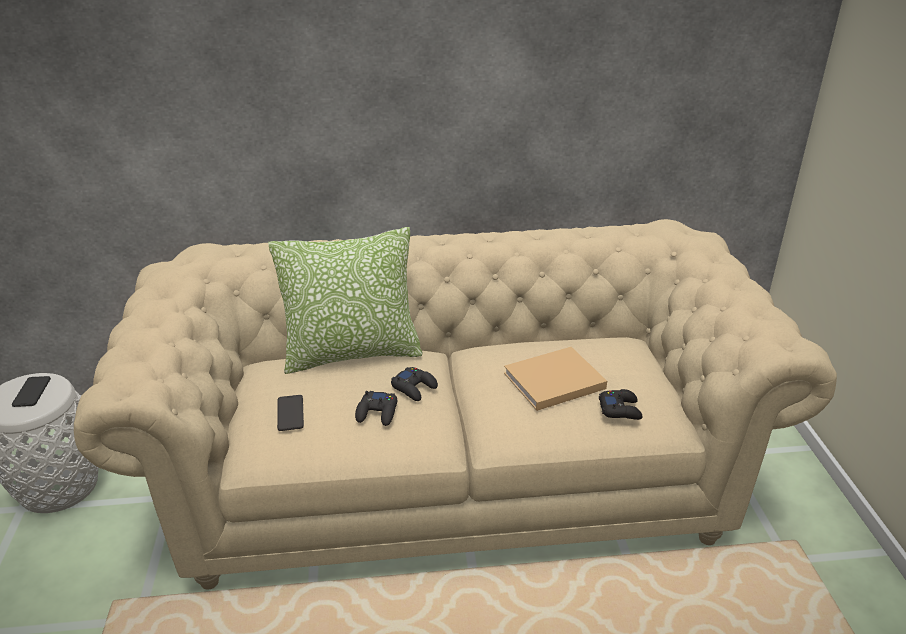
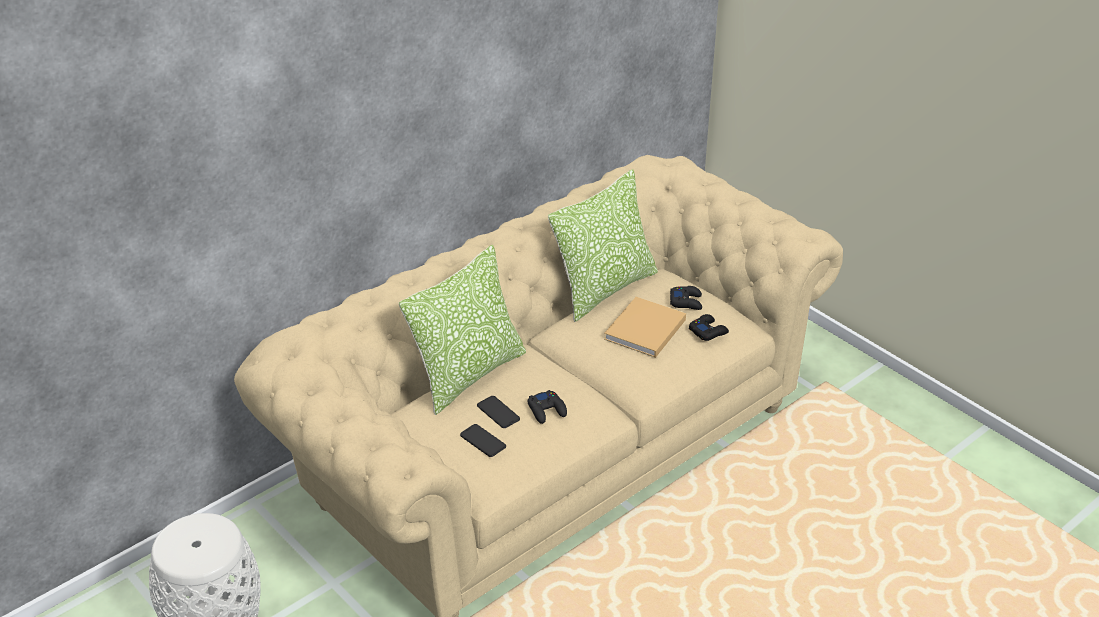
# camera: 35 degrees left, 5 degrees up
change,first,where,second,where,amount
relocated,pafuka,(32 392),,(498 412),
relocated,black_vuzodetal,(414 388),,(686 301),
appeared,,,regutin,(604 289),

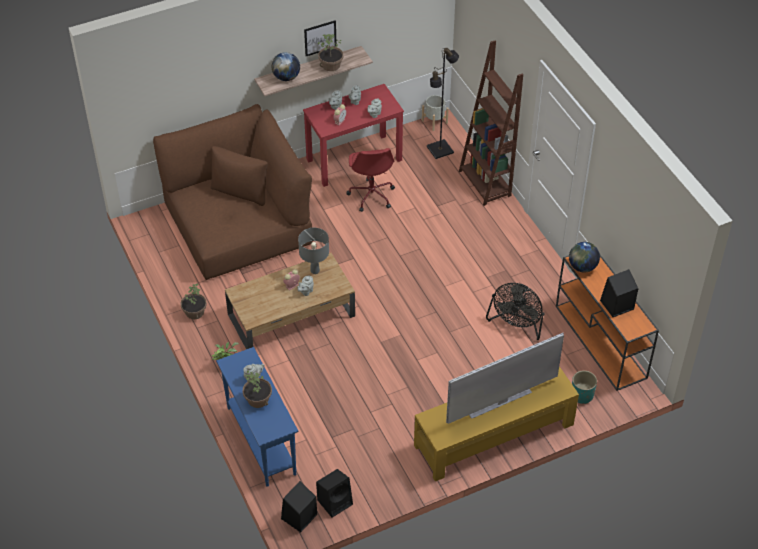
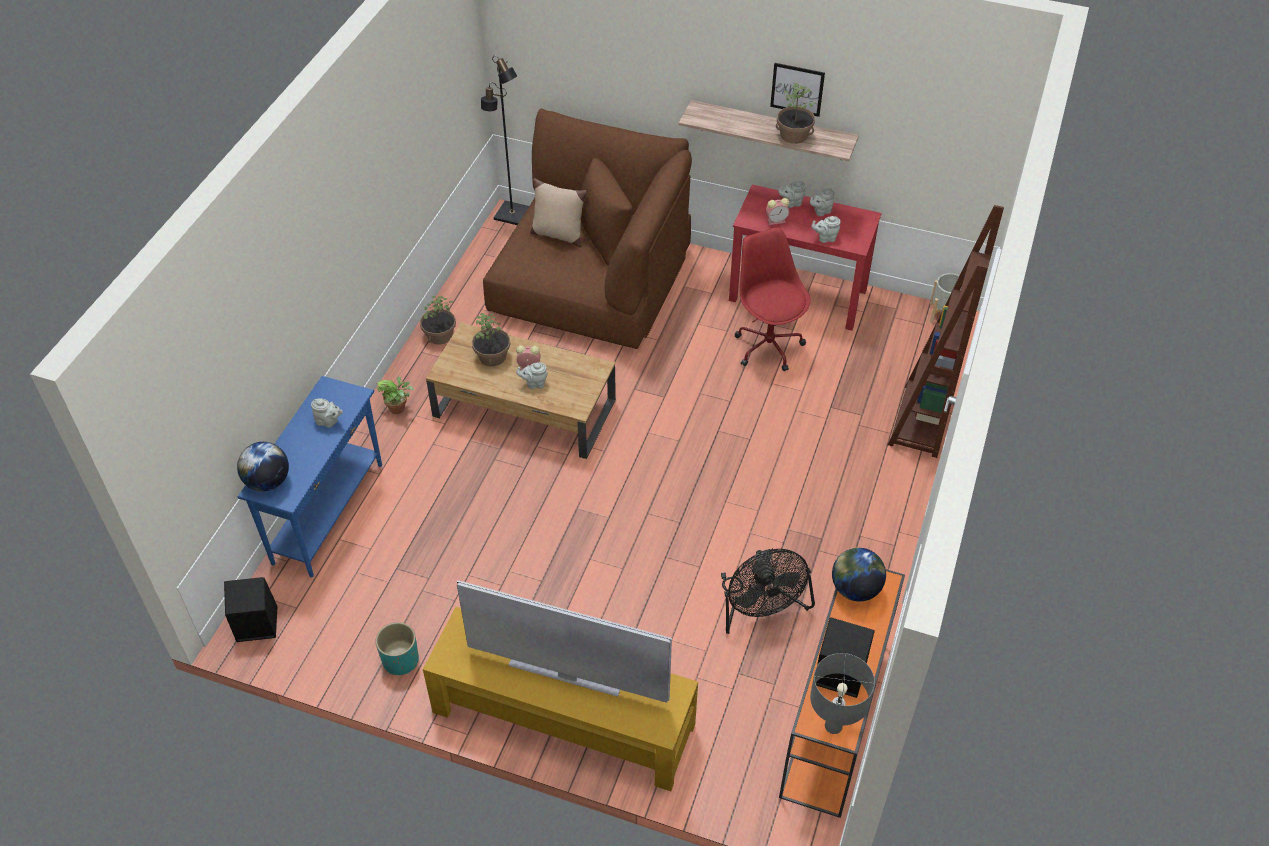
# camera: 45 degrees right, 0 degrees up
change,first,where,second,where,amount
relocated,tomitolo,(258 399),,(493 356),
relocated,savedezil,(286 77),,(268 482),
relocated,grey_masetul,(315 271),,(833 726),
missing,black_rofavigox,(335 501),,,
spun,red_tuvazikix,(372 197),,(767 346),120 degrees clockwise
relocated,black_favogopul,(440 149),,(512 214),
spun,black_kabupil,(515 321),,(757 607),90 degrees counterclockwise
relocated,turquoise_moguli,(582 395),,(400 660),
appeared,,,beige_regutin,(558 234),

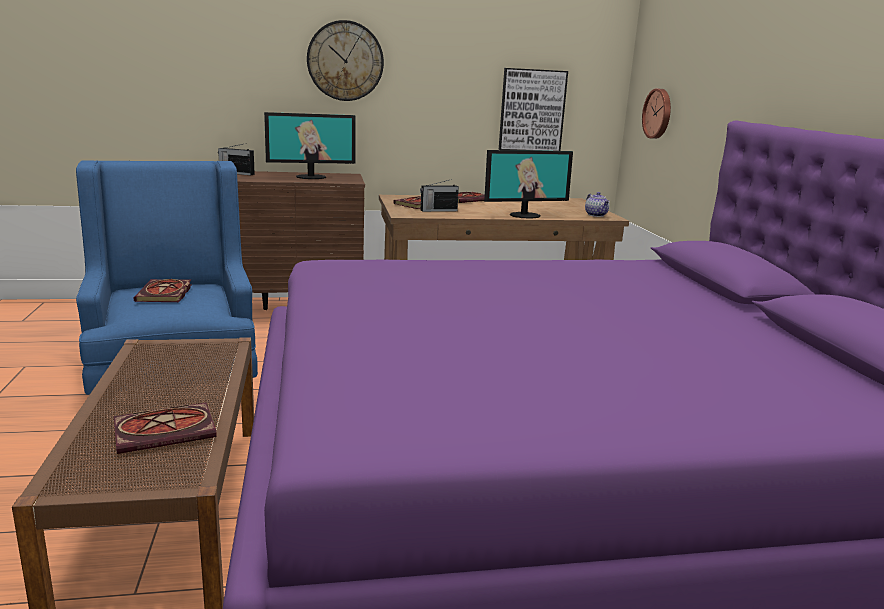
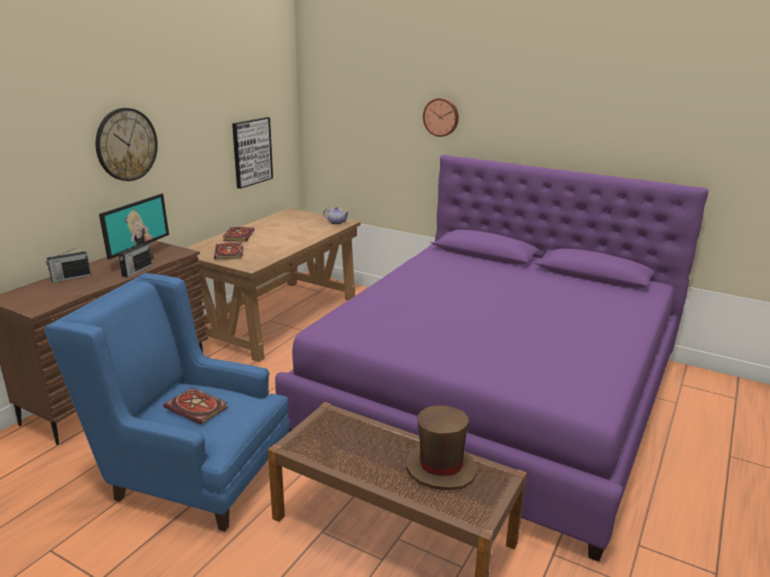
# camera: 50 degrees left, 5 degrees up
change,first,where,second,where,amount
exchanged,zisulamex,(167 430),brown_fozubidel,(440 468),
relocated,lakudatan,(438 210),,(136 271),
missing,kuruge,(524 215),,,
relocated,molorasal,(658 113),,(441 117),

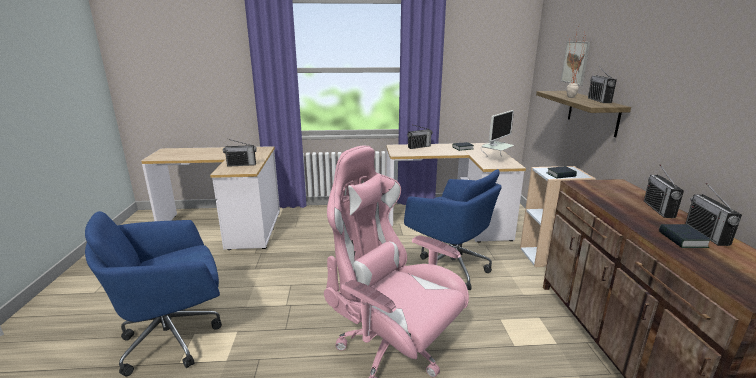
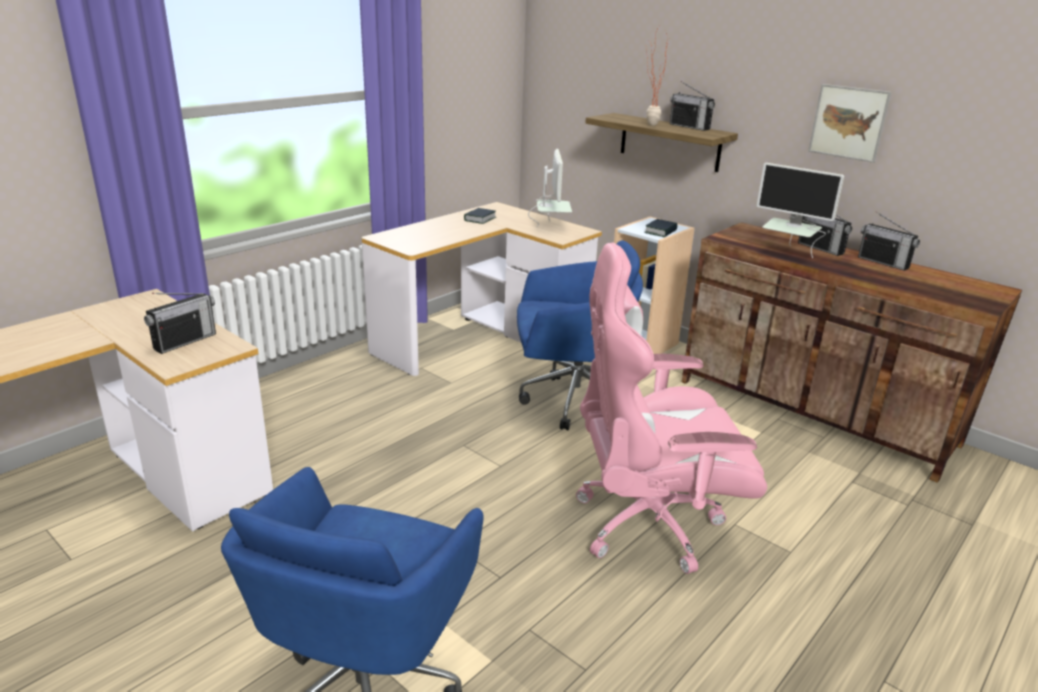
# camera: 45 degrees left, 5 degrees up
change,first,where,second,where,amount
missing,lakudatan,(419 147),,,
relocated,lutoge,(575 62),,(848 122),
missing,zisulamex,(682 240),,,
appeared,,,kuruge,(787 253),

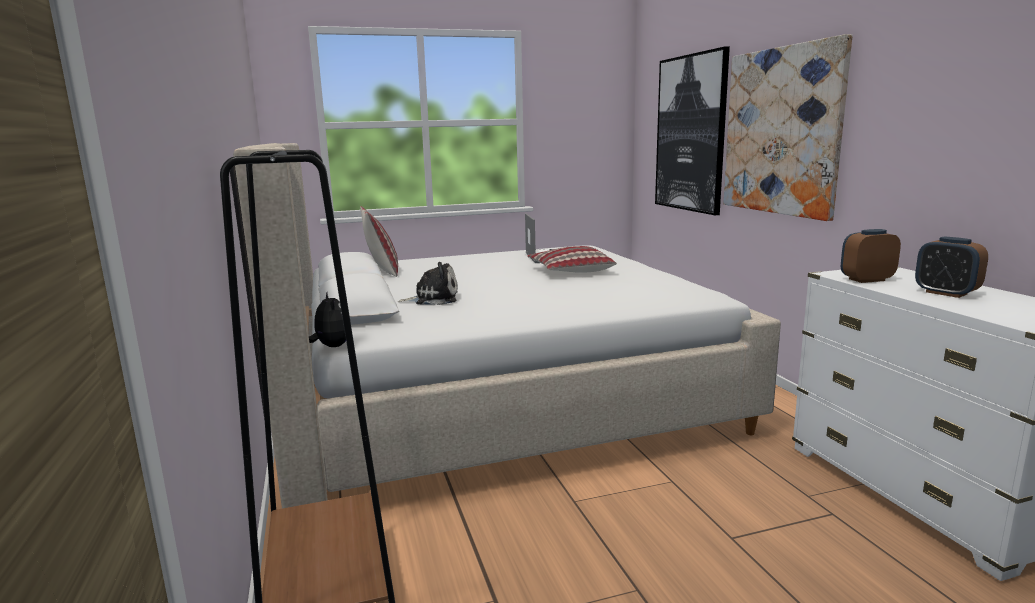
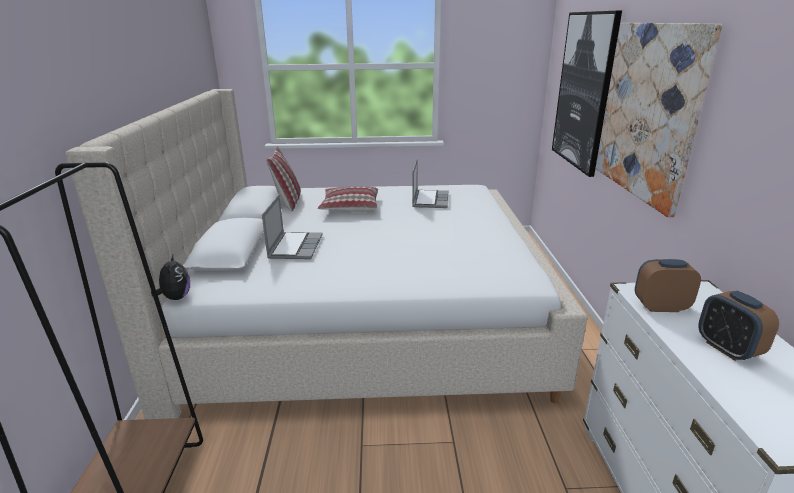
# camera: 15 degrees right, 10 degrees up
change,first,where,second,where,amount
exchanged,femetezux,(433 299),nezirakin,(295 246),
relocated,regutin,(570 271),,(350 207),

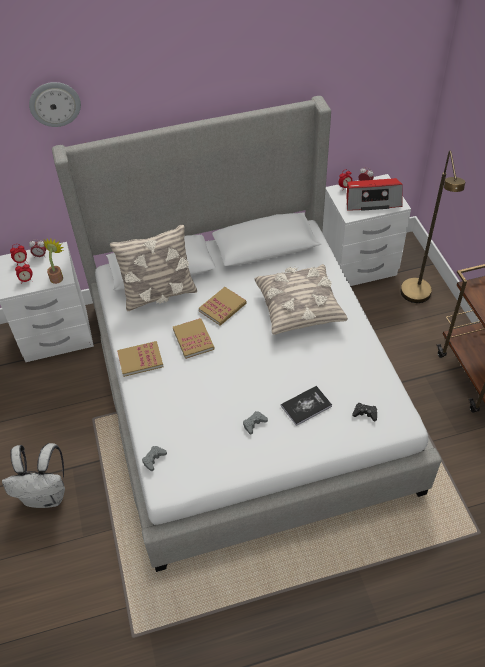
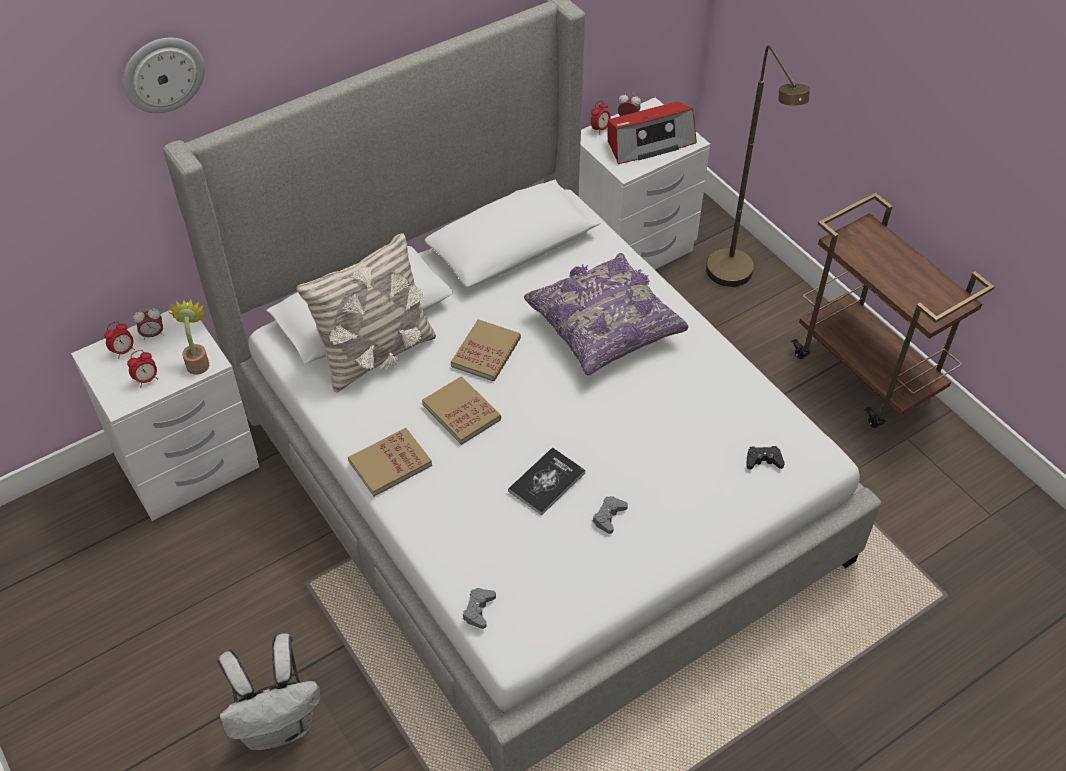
# camera: 20 degrees left, 0 degrees up
change,first,where,second,where,amount
colour,beige_regutin,(299 309),purple_regutin,(603 329),
relocated,zisulamex,(306 406),,(546 482),

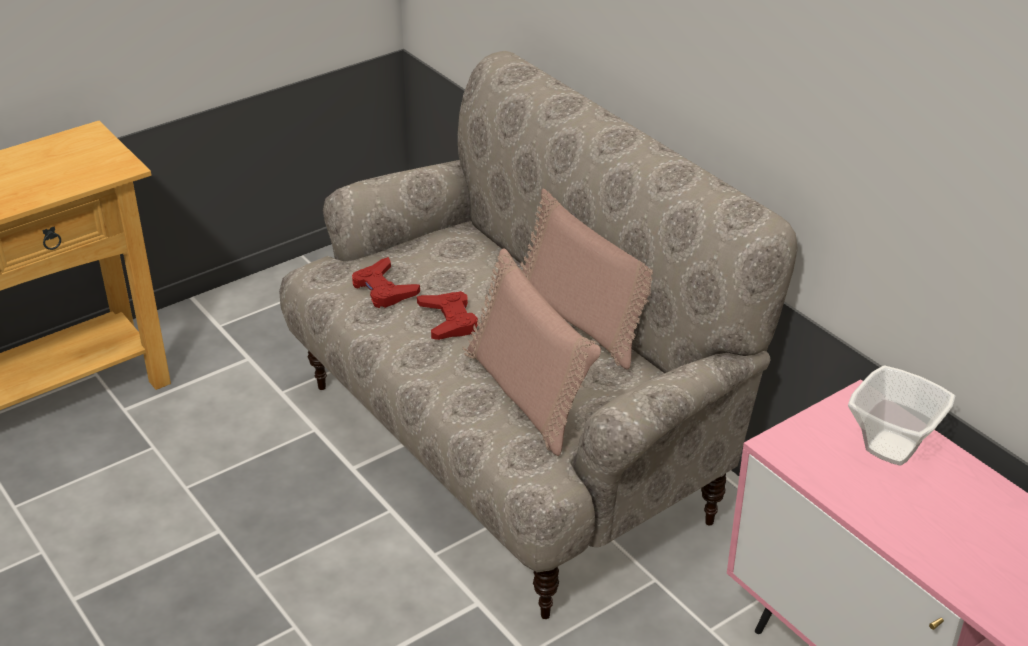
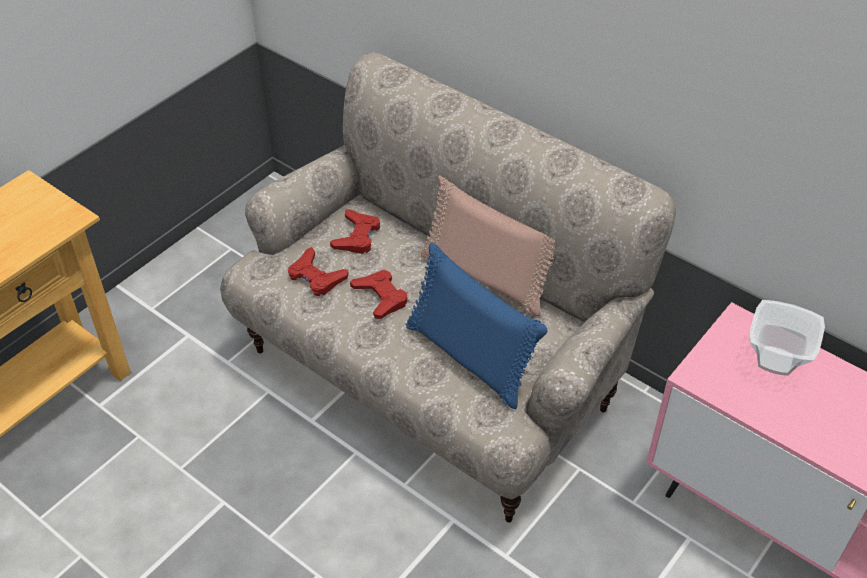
# camera: 15 degrees left, 10 degrees up
change,first,where,second,where,amount
colour,beige_regutin,(528 396),blue_regutin,(471 357),
appeared,,,red_vuzodetal,(357 236),

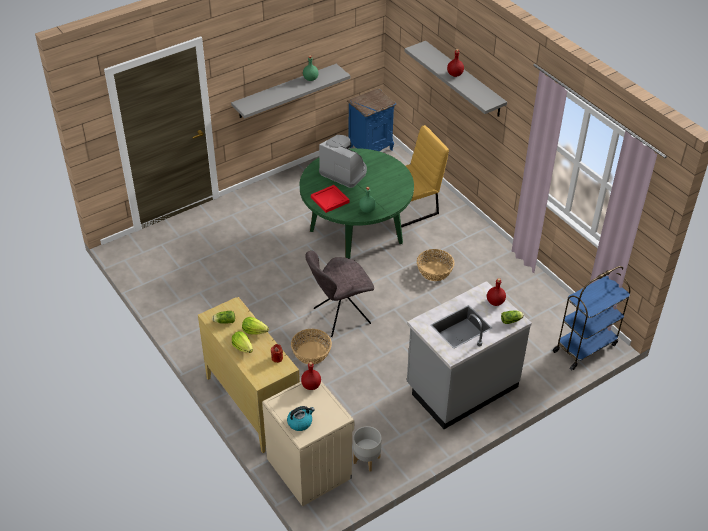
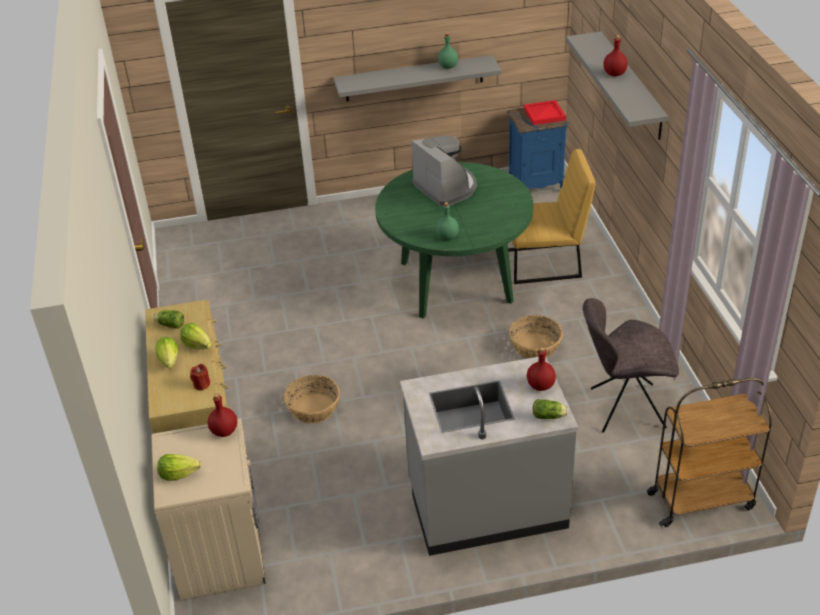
# camera: 25 degrees right, 5 degrees down
change,first,where,second,where,amount
exchanged,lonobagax,(300 422),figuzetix,(178 474),
relocated,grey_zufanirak,(339 316),,(624 408),
relocated,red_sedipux,(329 200),,(543 114),
missing,grey_moguli,(366 460),,,
colour,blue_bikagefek,(586 348),brown_bikagefek,(702 501),

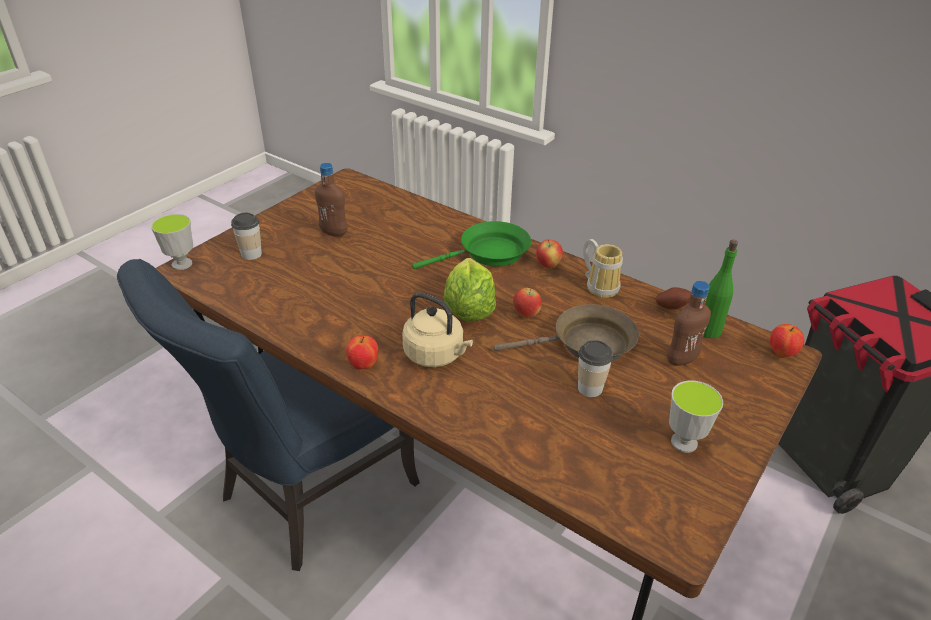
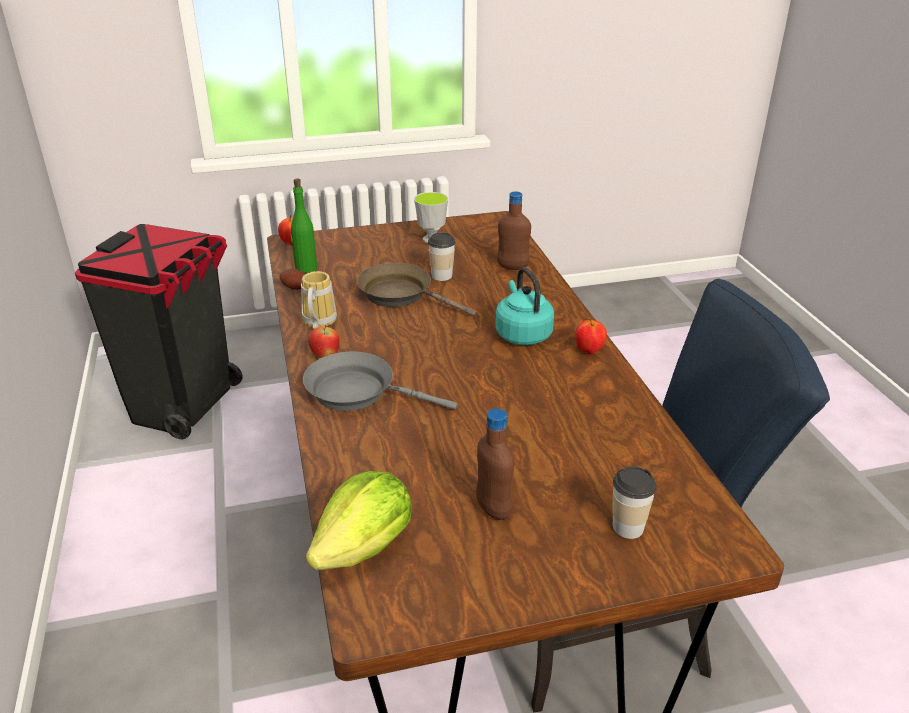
# camera: 140 degrees left, 5 degrees down
change,first,where,second,where,amount
missing,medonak,(182 264),,,
colour,beige_lonobagax,(436 355),turquoise_lonobagax,(522 334),
colour,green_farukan,(489 254),grey_farukan,(358 392),
relocated,figuzetix,(468 310),,(365 548),
missing,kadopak,(526 314),,,
relocated,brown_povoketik,(681 359),,(512 267),

